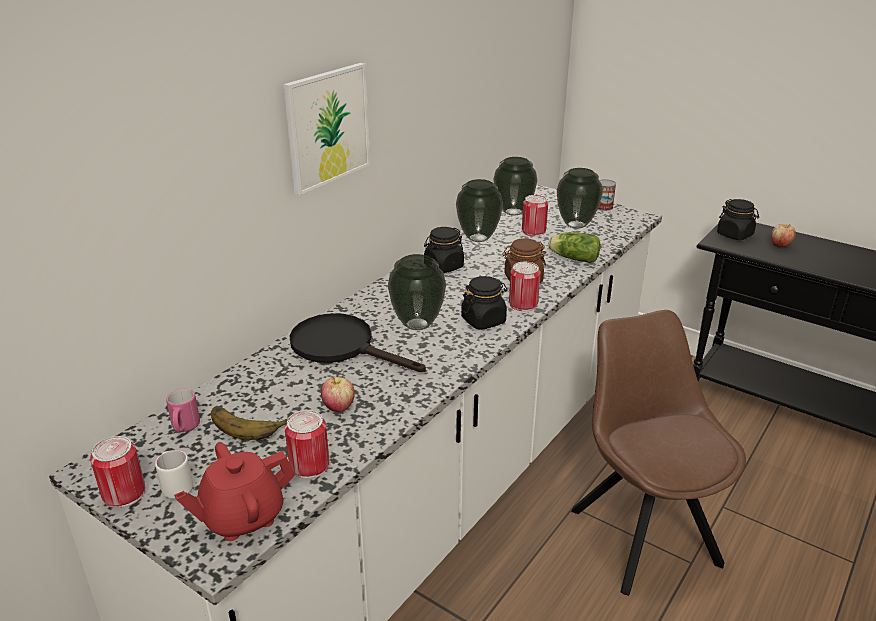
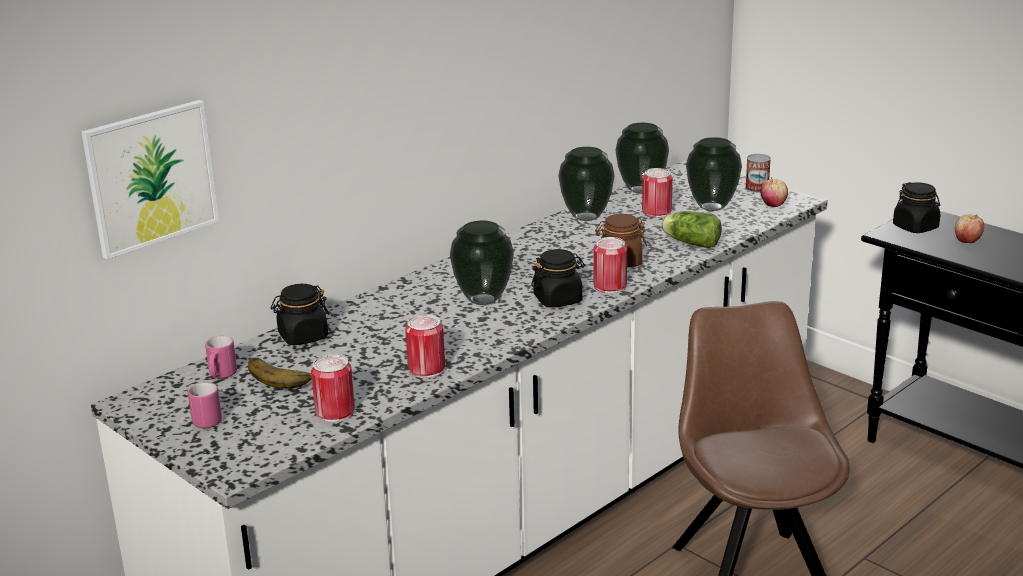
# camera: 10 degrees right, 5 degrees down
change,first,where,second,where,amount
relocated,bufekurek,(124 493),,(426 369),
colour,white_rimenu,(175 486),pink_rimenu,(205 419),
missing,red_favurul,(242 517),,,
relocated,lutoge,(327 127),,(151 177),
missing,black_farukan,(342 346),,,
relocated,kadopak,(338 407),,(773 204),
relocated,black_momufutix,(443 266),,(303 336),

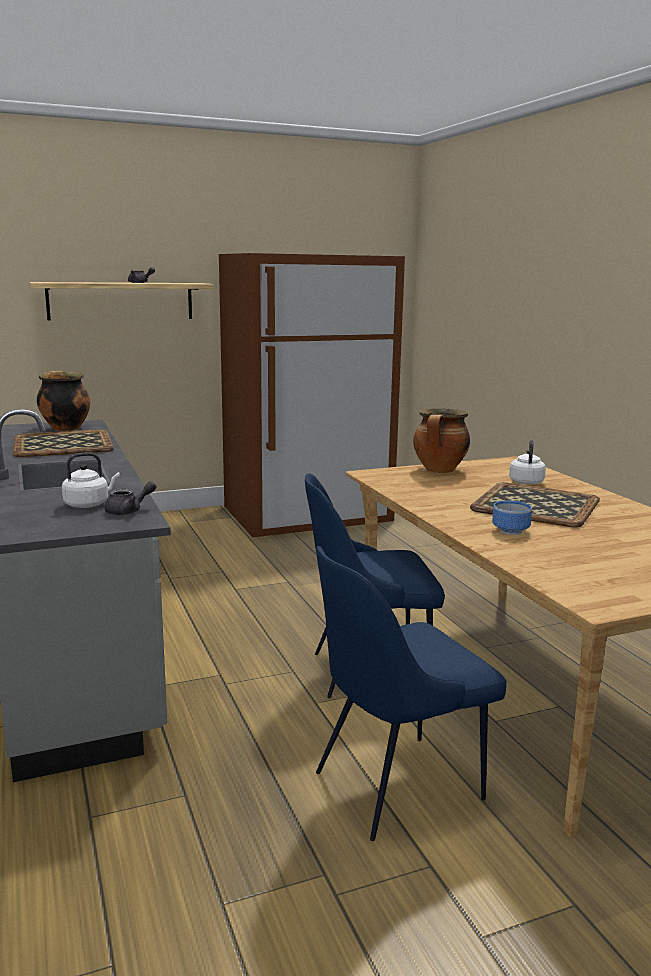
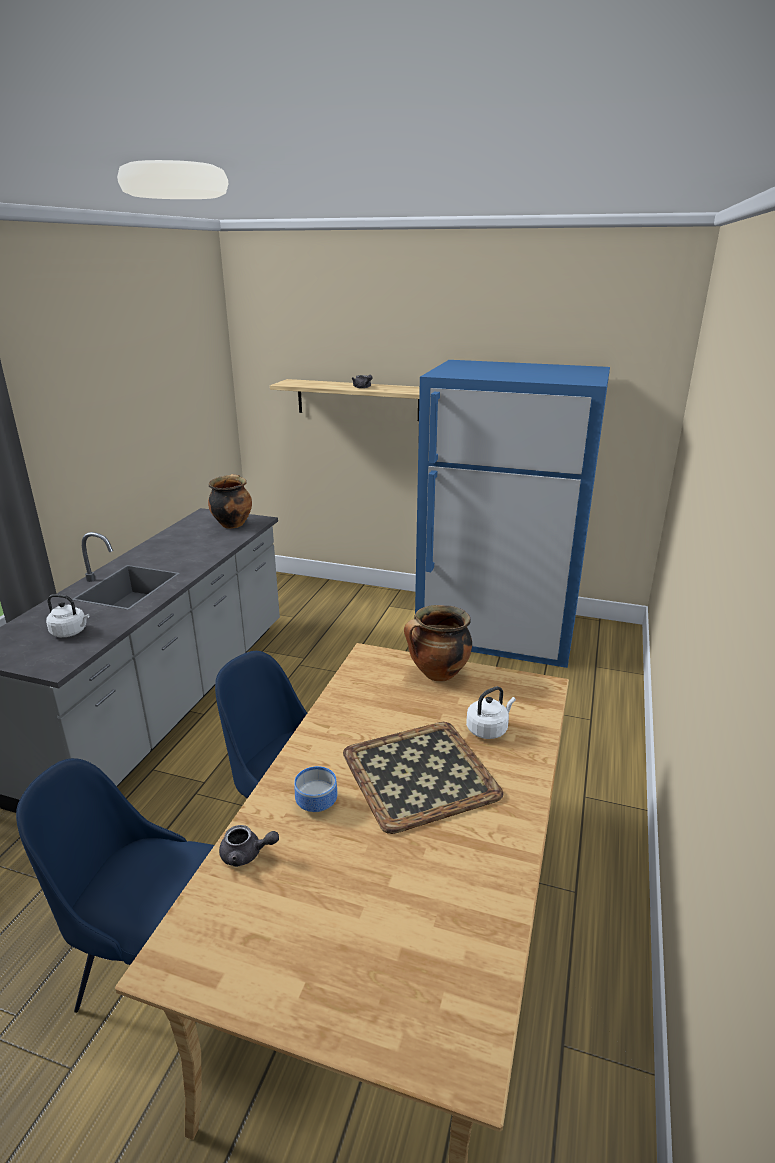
# camera: 40 degrees right, 10 degrees up
change,first,where,second,where,amount
missing,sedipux,(62 444),,,
relocated,grey_favurul,(129 511),,(246 854),
colour,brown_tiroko,(308 513),blue_tiroko,(498 629),

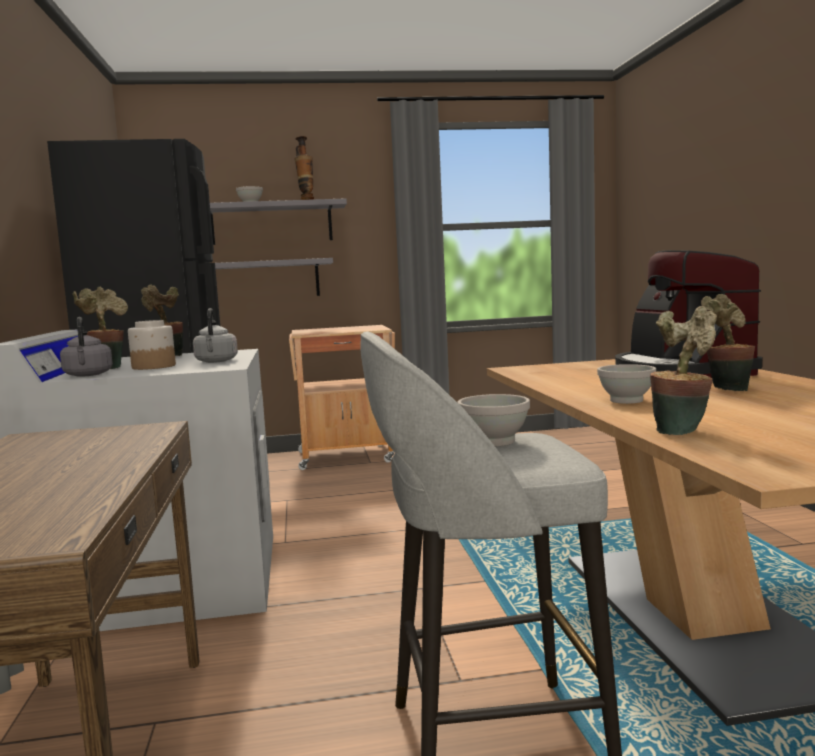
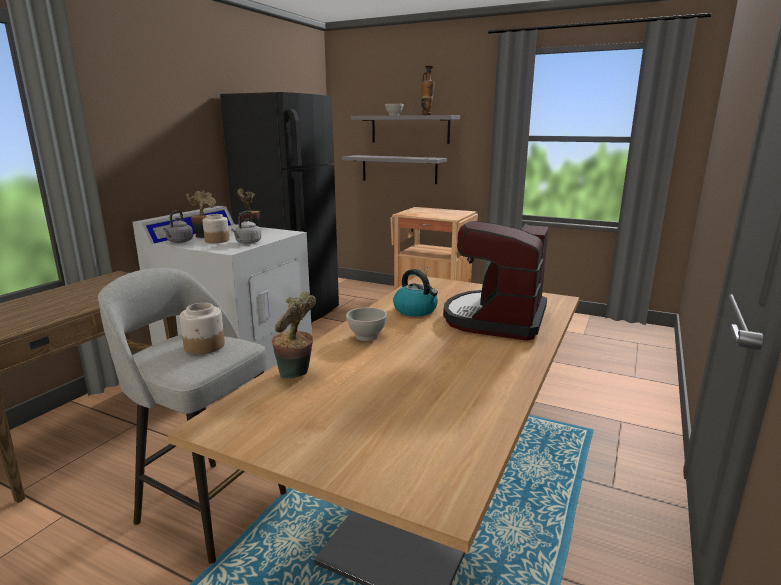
# camera: 35 degrees right, 10 degrees up
change,first,where,second,where,amount
exchanged,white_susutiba,(495 441),momufutix,(205 346),
missing,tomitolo,(727 389),,,
appeared,,,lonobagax,(416 310),

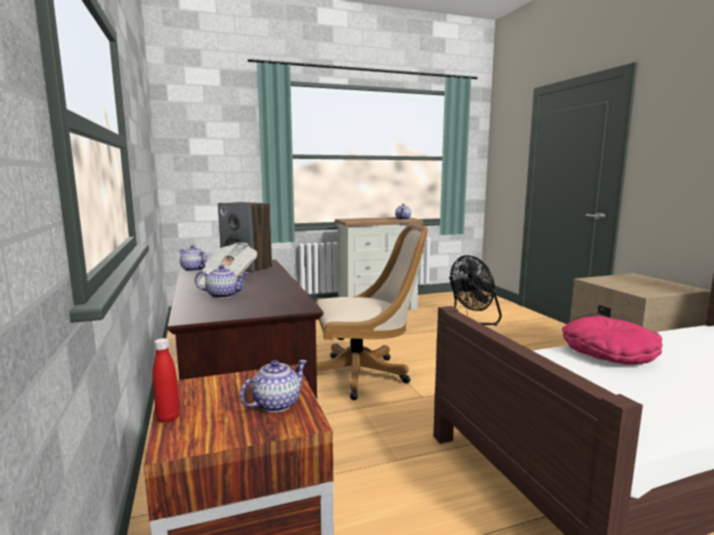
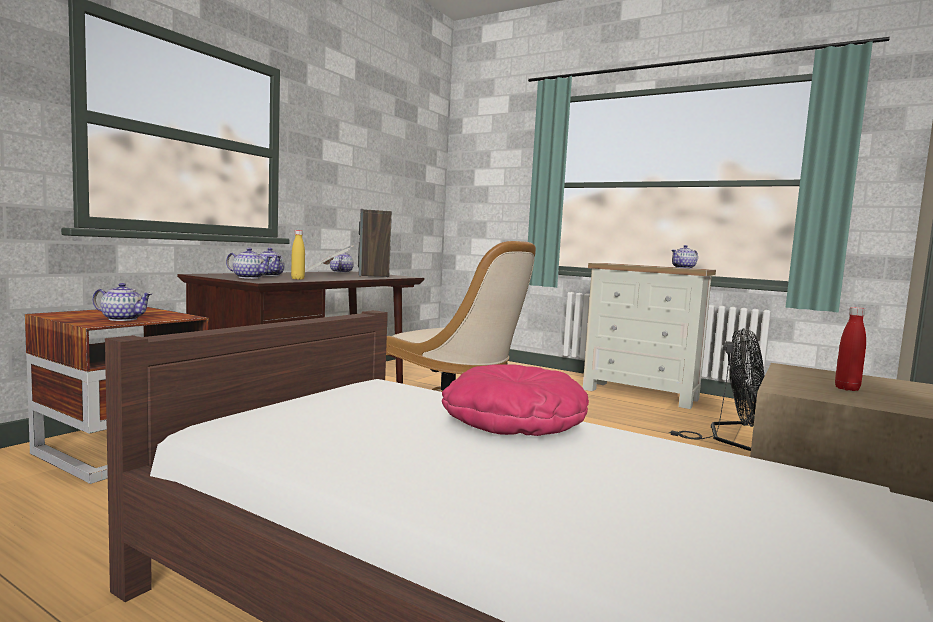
# camera: 50 degrees right, 5 degrees down
change,first,where,second,where,amount
relocated,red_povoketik,(168 418),,(847 389),
appeared,,,favurul,(249 277),
appeared,,,yellow_povoketik,(297 279),

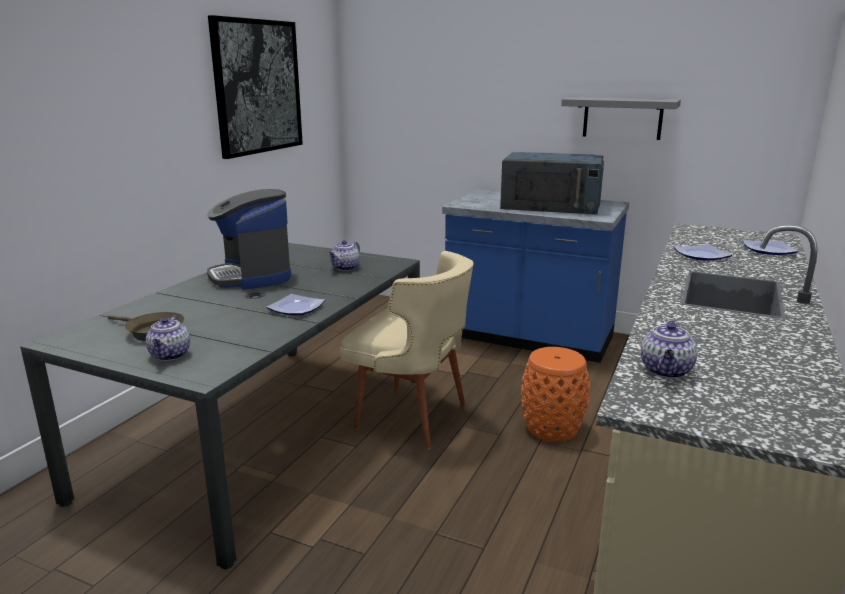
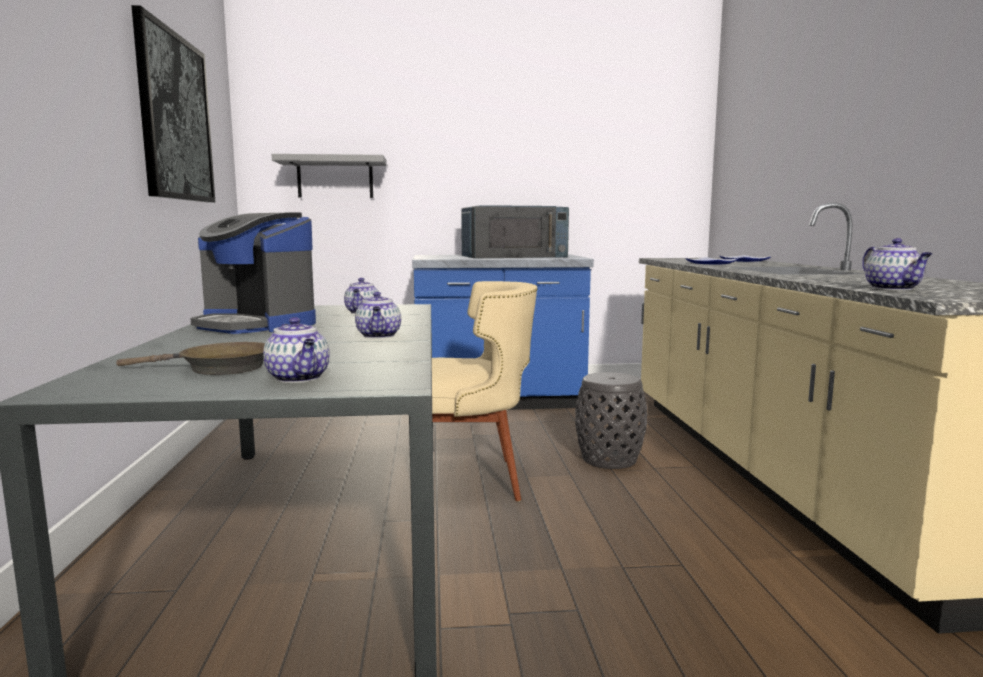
# camera: 30 degrees left, 10 degrees down
change,first,where,second,where,amount
exchanged,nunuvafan,(296 309),favurul,(379 336),
colour,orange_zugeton,(552 429),grey_zugeton,(609 459),
relocated,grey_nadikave,(622 118),,(335 178),

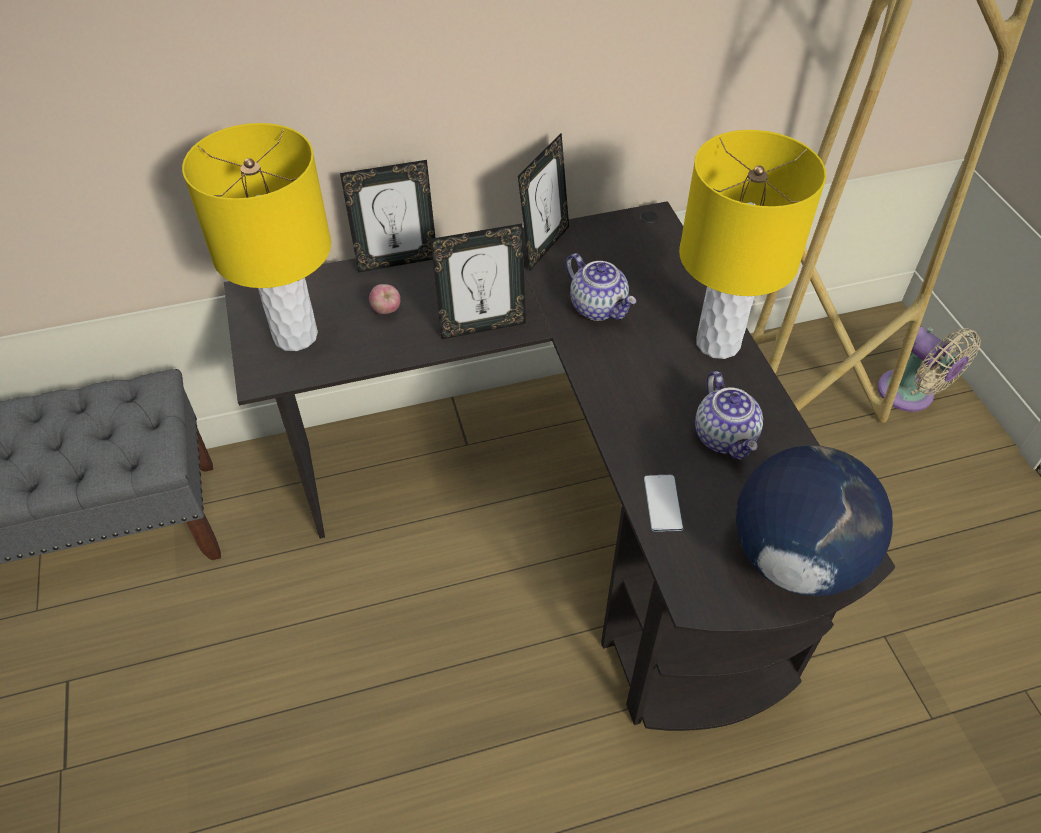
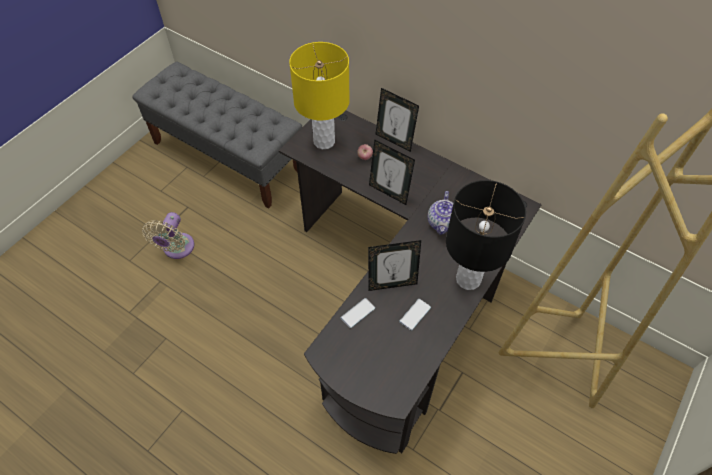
# camera: 50 degrees right, 5 degrees up
change,first,where,second,where,amount
relocated,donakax,(544 246),,(392 284),
colour,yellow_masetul,(718 342),black_masetul,(468 279),
exchanged,favurul,(725 437),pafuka,(415 314),
missing,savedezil,(794 558),,,
relocated,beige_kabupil,(910 395),,(177 249),

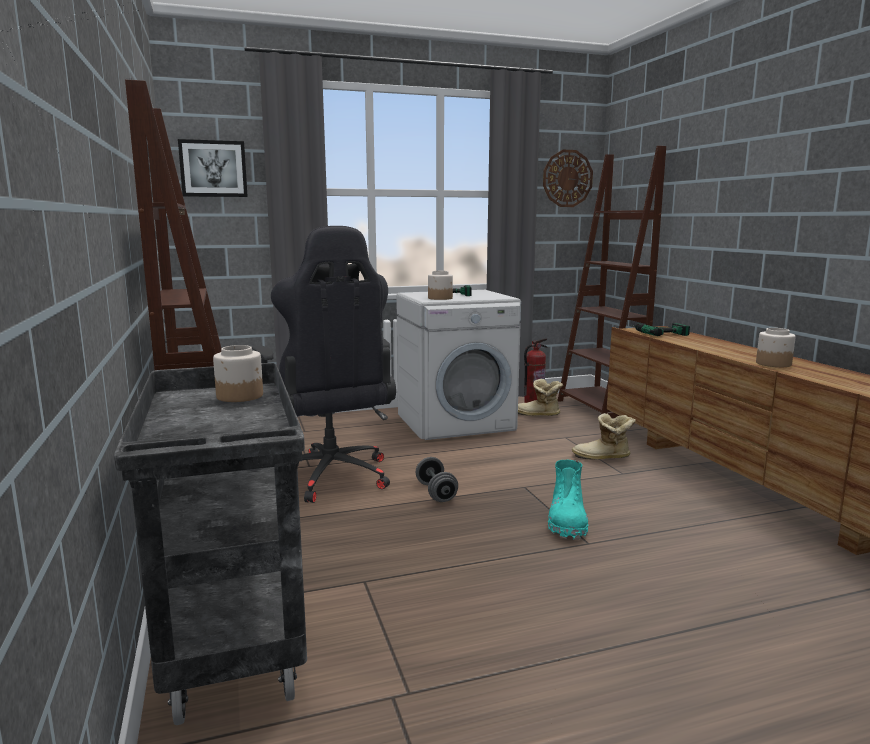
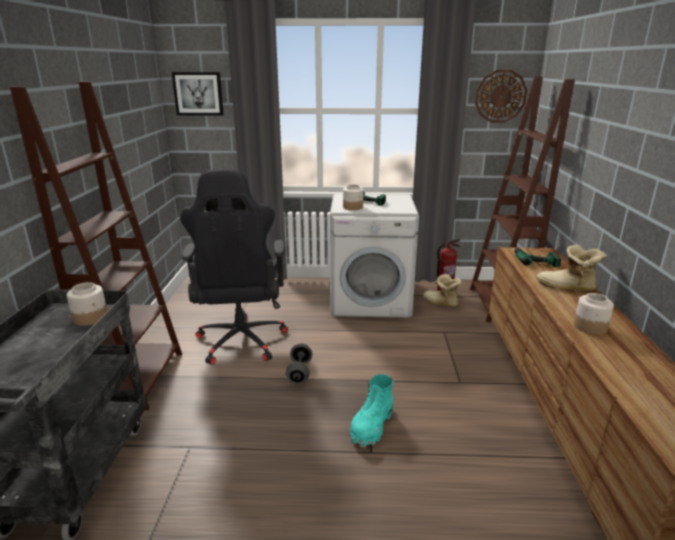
# camera: 20 degrees right, 10 degrees up
change,first,where,second,where,amount
relocated,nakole,(603 458),,(567 287),

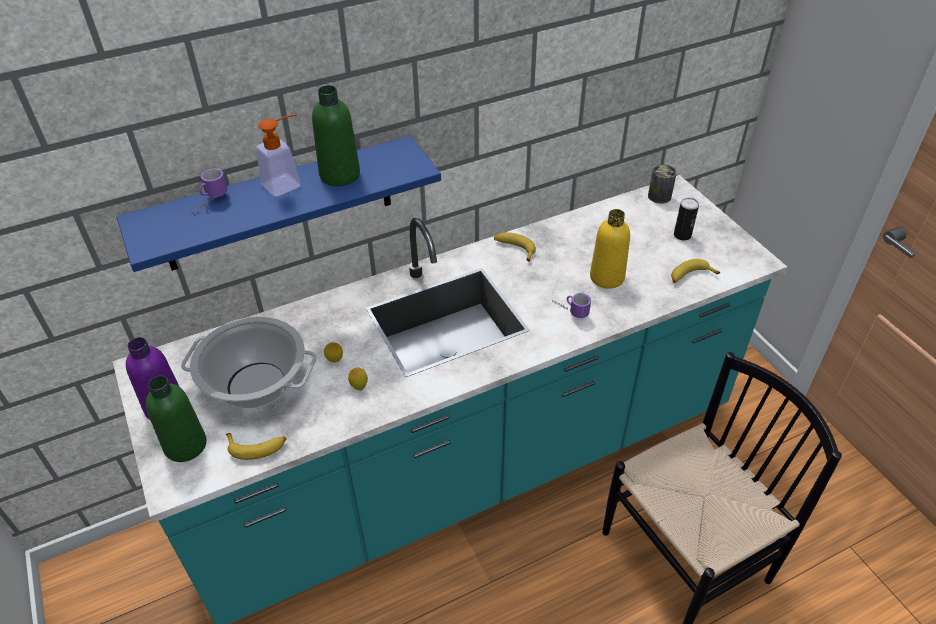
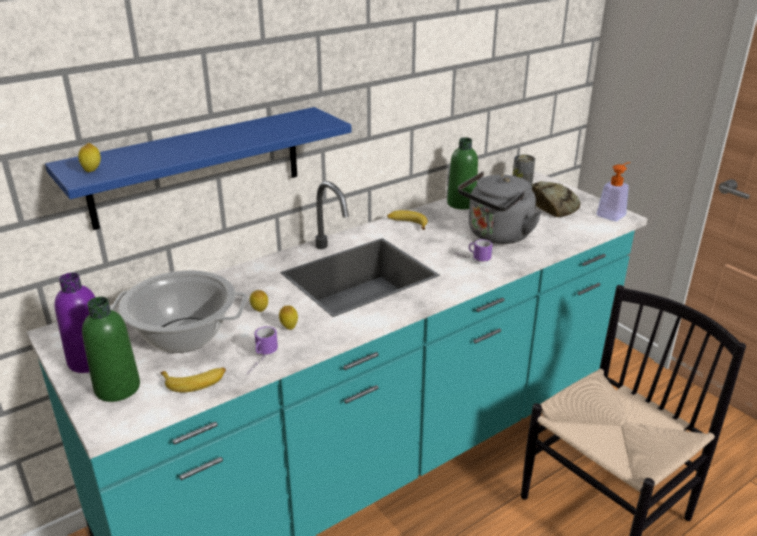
# camera: 10 degrees left, 15 degrees down
change,first,where,second,where,amount
relocated,rimenu,(208 203),,(260 361),
relocated,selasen,(287 183),,(613 214),
relocated,green_povoketik,(340 175),,(461 203),
exchanged,yellow_povoketik,(607 277),grey_lonobagax,(497 235),
missing,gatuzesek,(690 276),,,
exchanged,bufekurek,(682 235),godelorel,(551 205),
appeared,,,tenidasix,(92 171),

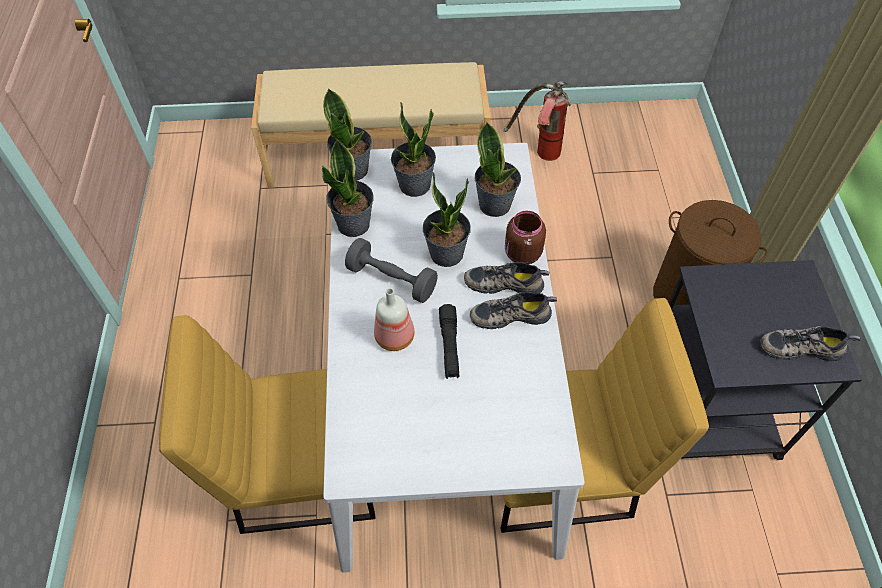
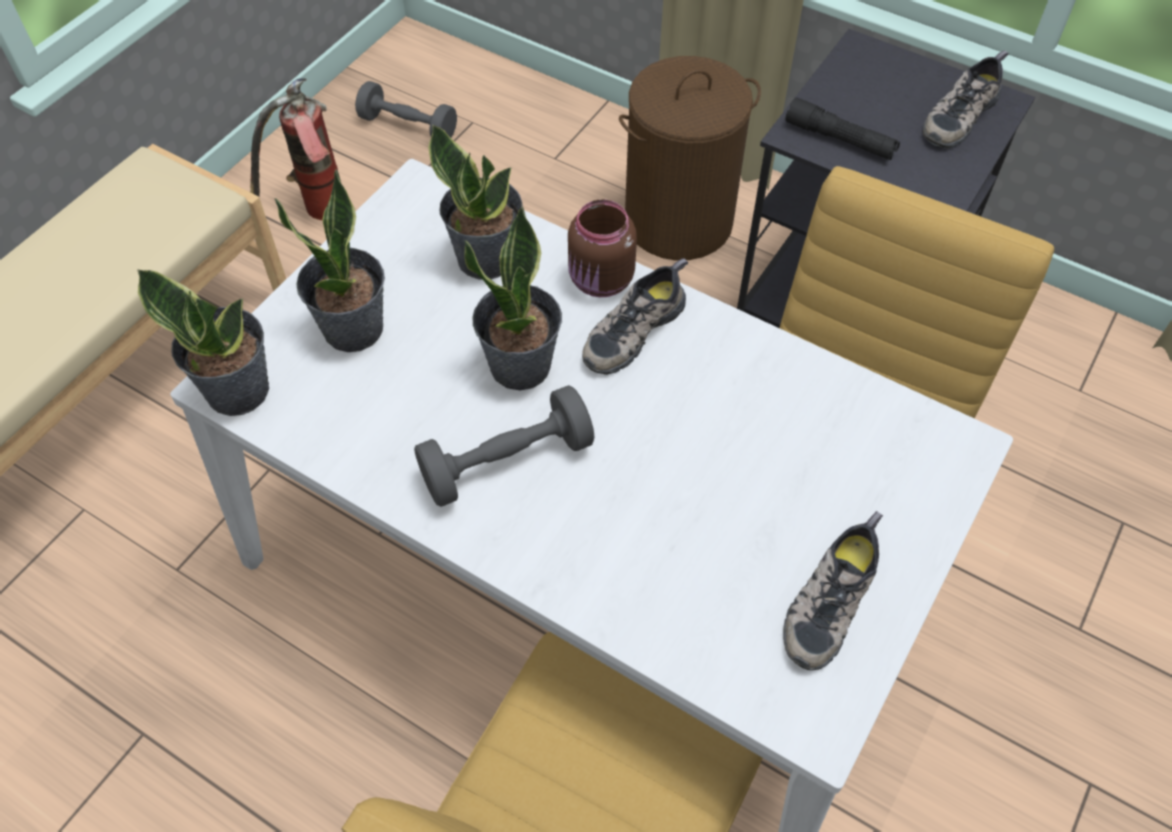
# camera: 55 degrees left, 0 degrees up
change,first,where,second,where,amount
missing,tomitolo,(354 224),,,
missing,povoketik,(394 336),,,
relocated,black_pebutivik,(449 346),,(840 139),
relocated,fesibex,(511 314),,(828 600),
appeared,,,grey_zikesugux,(408 127),

